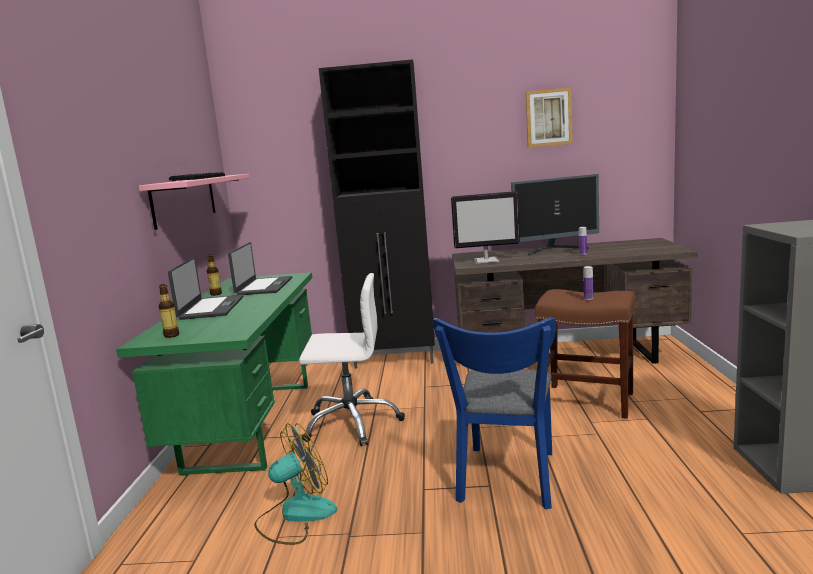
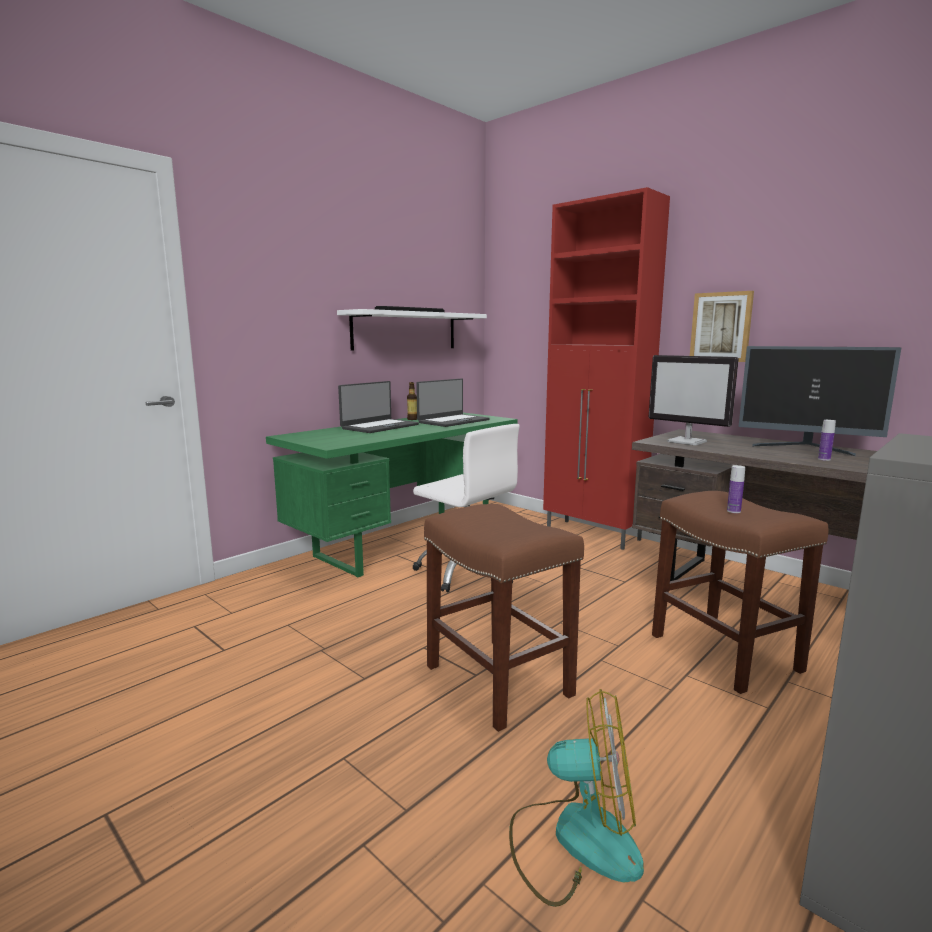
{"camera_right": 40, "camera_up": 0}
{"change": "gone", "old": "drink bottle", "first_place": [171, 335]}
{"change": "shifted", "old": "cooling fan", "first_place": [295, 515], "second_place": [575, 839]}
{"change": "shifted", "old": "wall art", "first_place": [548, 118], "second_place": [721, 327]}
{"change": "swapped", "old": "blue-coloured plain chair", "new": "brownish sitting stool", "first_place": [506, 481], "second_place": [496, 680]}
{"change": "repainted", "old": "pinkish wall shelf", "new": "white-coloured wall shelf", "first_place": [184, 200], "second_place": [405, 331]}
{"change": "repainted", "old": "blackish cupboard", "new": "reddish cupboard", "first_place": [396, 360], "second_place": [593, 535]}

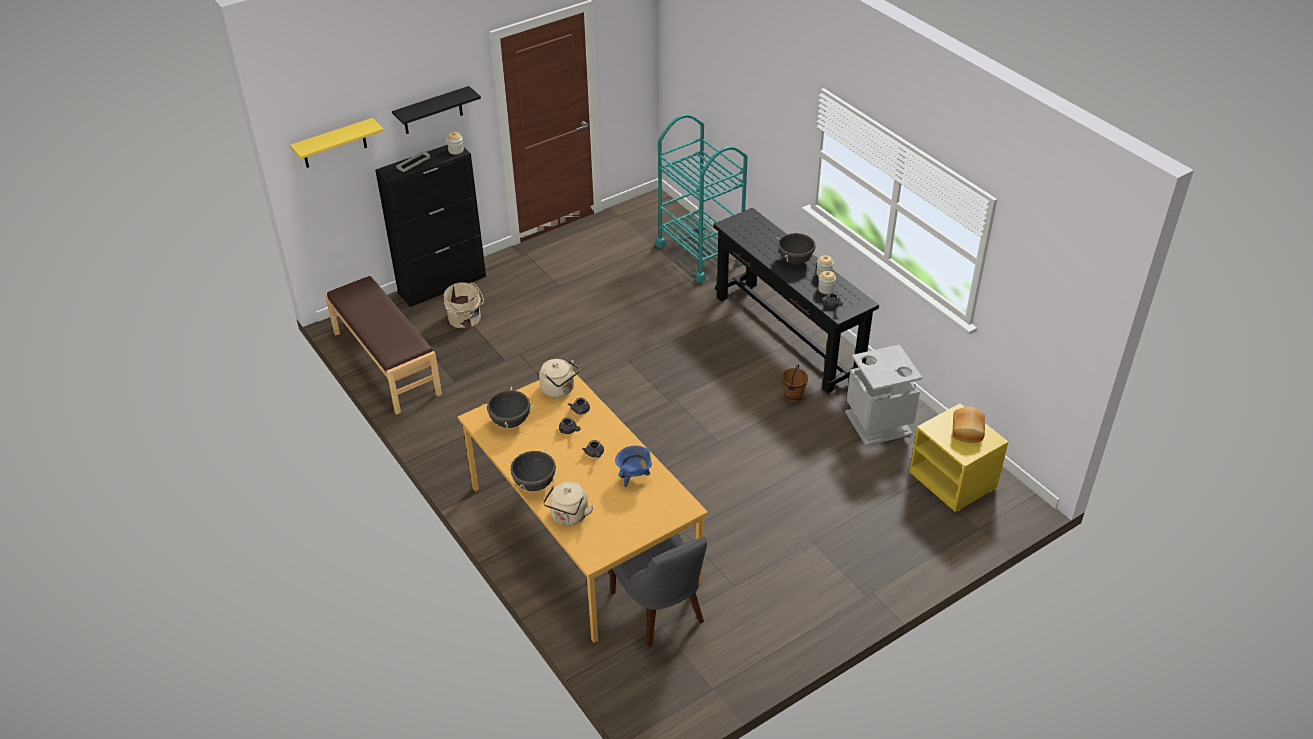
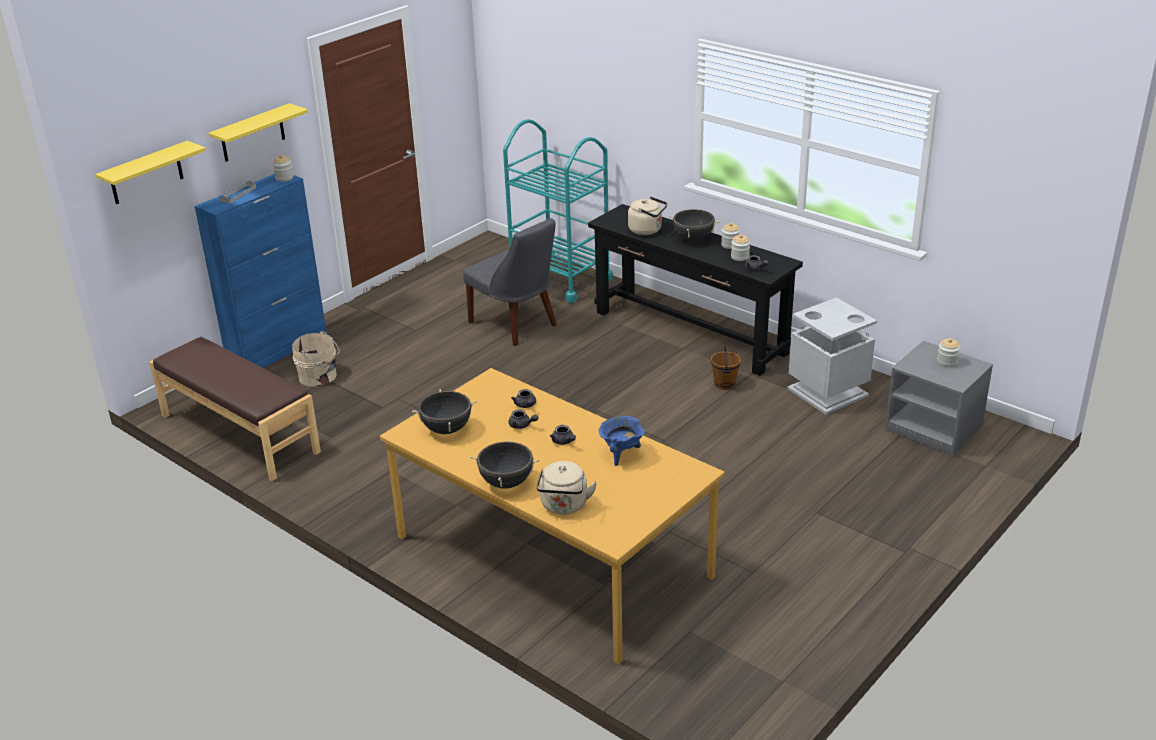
{"camera_right": -15, "camera_up": -10}
{"change": "shifted", "old": "sand-coloured water kettle", "first_place": [559, 390], "second_place": [647, 230]}
{"change": "shifted", "old": "greyish plain chair", "first_place": [659, 610], "second_place": [516, 325]}
{"change": "swapped", "old": "bakery bread", "new": "preserve jar", "first_place": [968, 431], "second_place": [947, 362]}
{"change": "repainted", "old": "blackish cupboard", "new": "blue-coloured cupboard", "first_place": [443, 284], "second_place": [278, 350]}
{"change": "repainted", "old": "blackish wall shelf", "new": "yellowish wall shelf", "first_place": [432, 111], "second_place": [252, 133]}
{"change": "repainted", "old": "yellowish night table", "new": "greyish night table", "first_place": [953, 480], "second_place": [934, 428]}

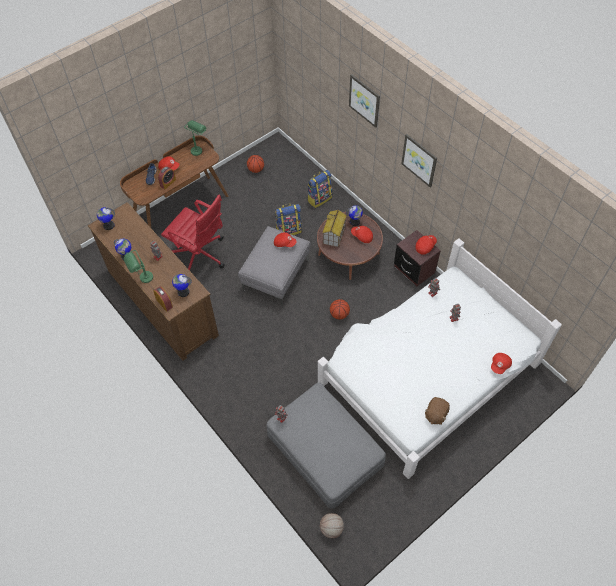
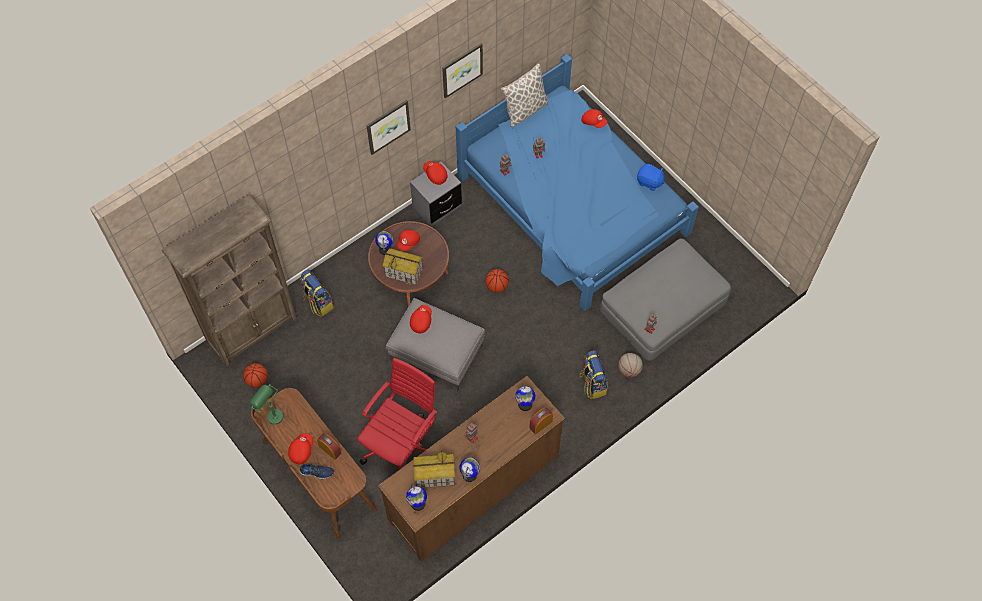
{"camera_right": -90, "camera_up": 5}
{"change": "gone", "old": "green-coloured tabletop lamp", "first_place": [142, 279]}
{"change": "new", "new": "brownish shelving unit", "second_place": [253, 330]}
{"change": "new", "new": "model house", "second_place": [434, 476]}
{"change": "new", "new": "cushion", "second_place": [525, 110]}
{"change": "shifted", "old": "rucksack", "first_place": [289, 230], "second_place": [592, 384]}
{"change": "shifted", "old": "basketball ball", "first_place": [331, 529], "second_place": [629, 370]}
{"change": "shifted", "old": "wall art", "first_place": [364, 100], "second_place": [462, 69]}
{"change": "repainted", "old": "white-coloured bedroom bed", "new": "blue-coloured bedroom bed", "first_place": [427, 373], "second_place": [573, 206]}
{"change": "repainted", "old": "brownish night table", "new": "greyish night table", "first_place": [414, 269], "second_place": [437, 206]}
{"change": "repainted", "old": "brownish soft toy", "new": "blue-coloured soft toy", "first_place": [435, 414], "second_place": [649, 182]}

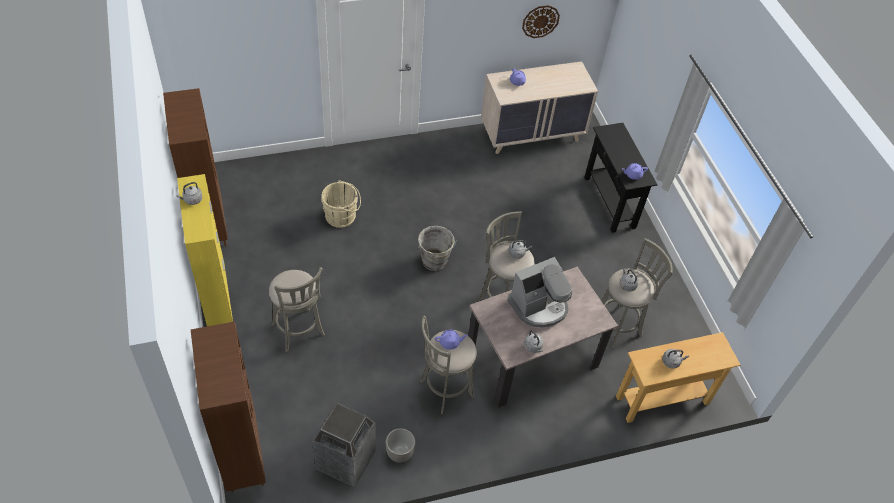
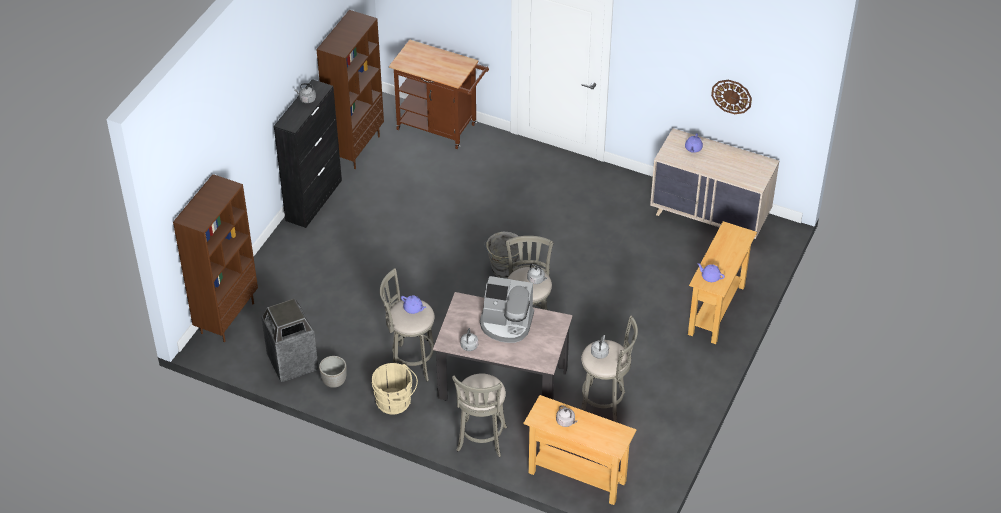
{"camera_right": 45, "camera_up": -5}
{"change": "new", "new": "brownish cart", "second_place": [441, 128]}
{"change": "shifted", "old": "greyish sitting stool", "first_place": [299, 332], "second_place": [481, 441]}
{"change": "shifted", "old": "sand-coloured bucket", "first_place": [342, 216], "second_place": [395, 402]}
{"change": "repainted", "old": "yellowish cupboard", "new": "blackish cupboard", "first_place": [216, 295], "second_place": [314, 200]}
{"change": "repainted", "old": "blackish hall table", "new": "sand-coloured hall table", "first_place": [609, 202], "second_place": [716, 310]}

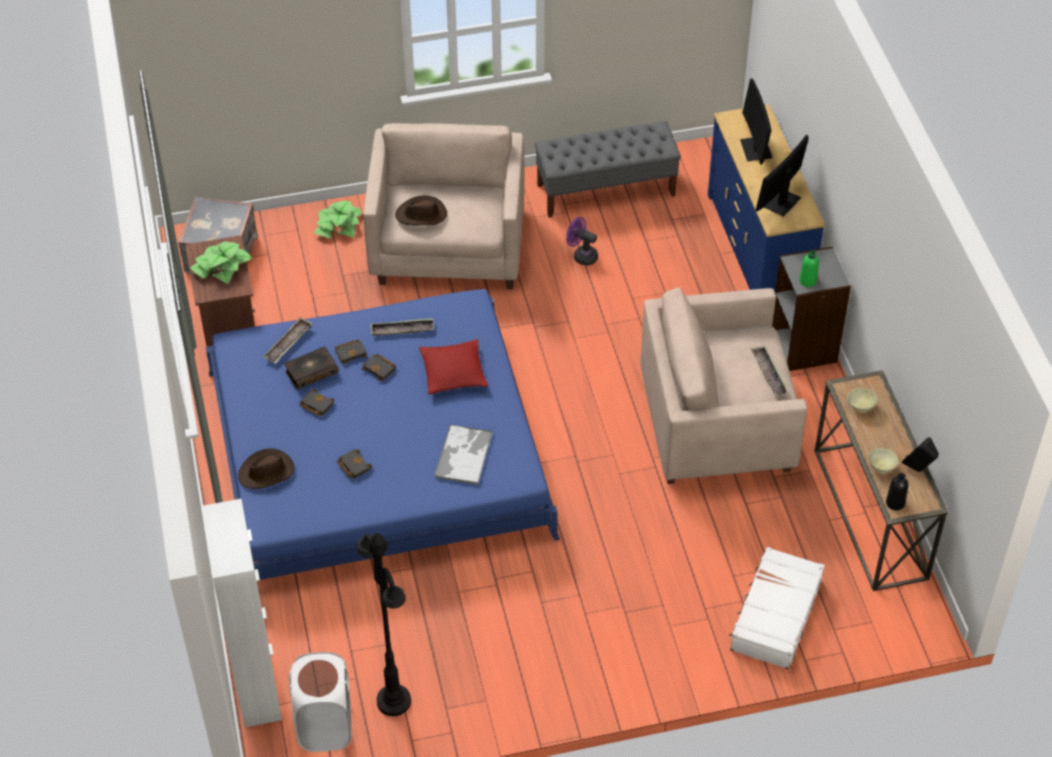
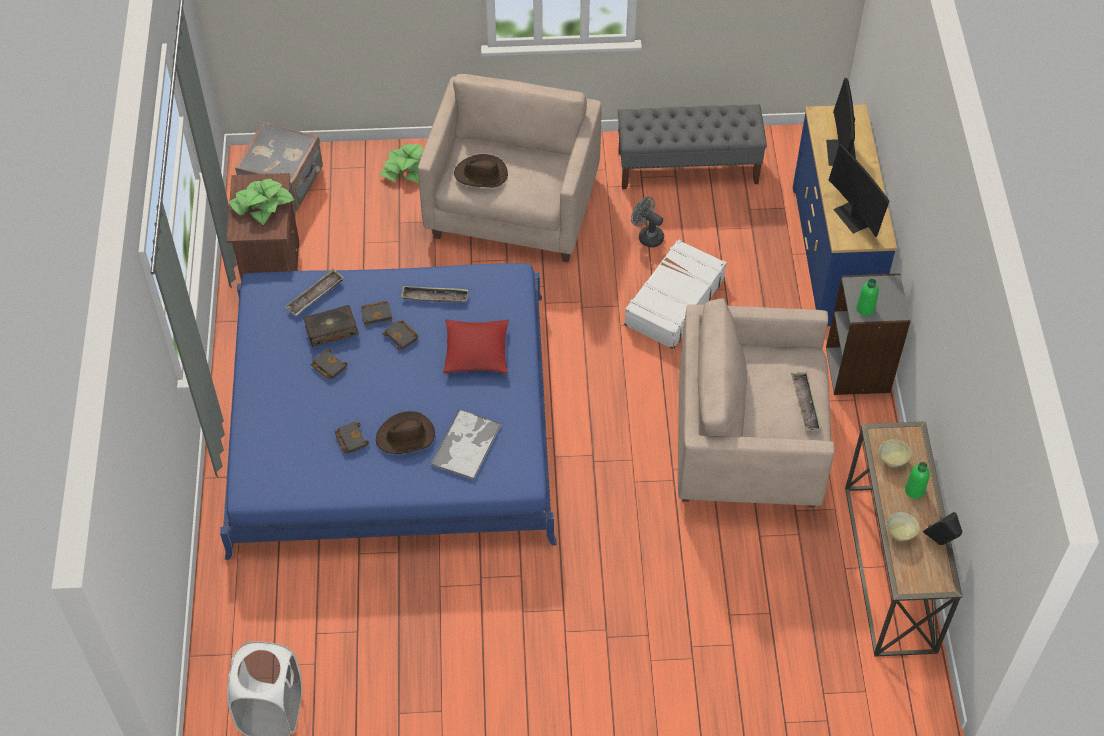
{"camera_right": 10, "camera_up": 5}
{"change": "gone", "old": "white-coloured cupboard", "first_place": [257, 688]}
{"change": "gone", "old": "blackish standard lamp", "first_place": [394, 701]}
{"change": "gone", "old": "blackish drink bottle", "first_place": [895, 503]}
{"change": "new", "new": "green-coloured drink bottle", "second_place": [914, 490]}
{"change": "shifted", "old": "brownish hat", "first_place": [267, 472], "second_place": [406, 436]}
{"change": "shifted", "old": "white-coloured travel case", "first_place": [775, 615], "second_place": [673, 302]}
{"change": "repainted", "old": "purple cooling fan", "new": "greyish cooling fan", "first_place": [582, 256], "second_place": [647, 236]}
{"change": "rotated", "old": "computer screen", "first_place": [781, 203], "second_place": [854, 217], "degrees": -75}

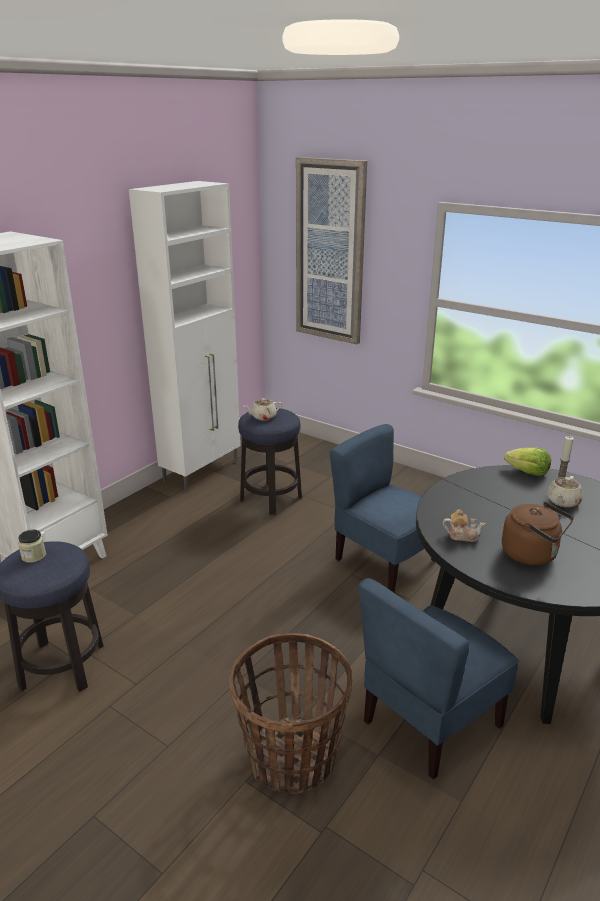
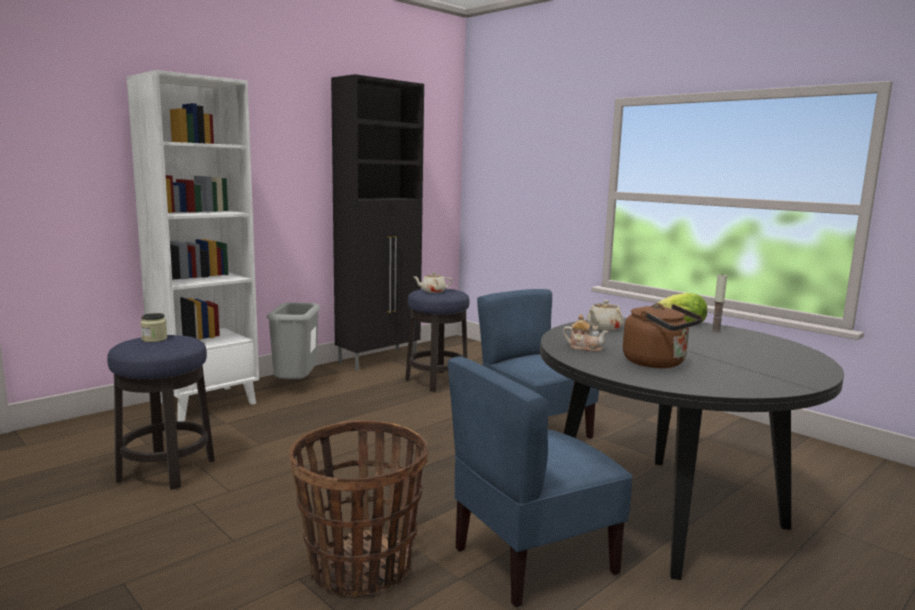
{"camera_right": 10, "camera_up": -15}
{"change": "gone", "old": "wall art", "first_place": [330, 252]}
{"change": "new", "new": "greyish trash can", "second_place": [295, 386]}
{"change": "shifted", "old": "sand-coloured pot for tea", "first_place": [563, 501], "second_place": [603, 328]}
{"change": "repainted", "old": "white-coloured cupboard", "new": "blackish cupboard", "first_place": [202, 471], "second_place": [379, 359]}

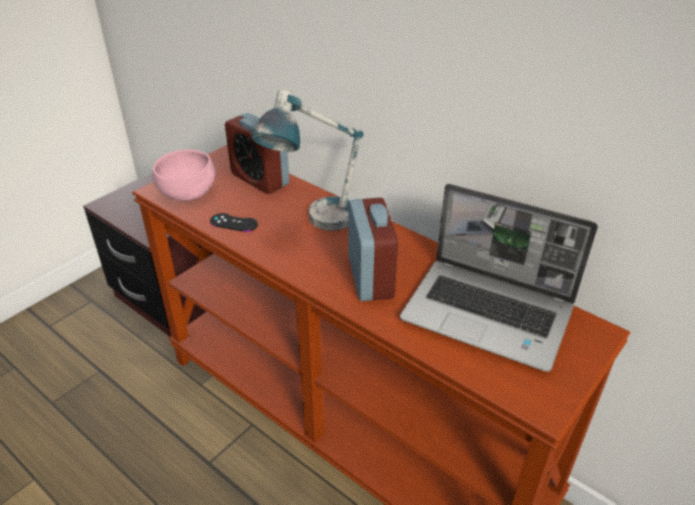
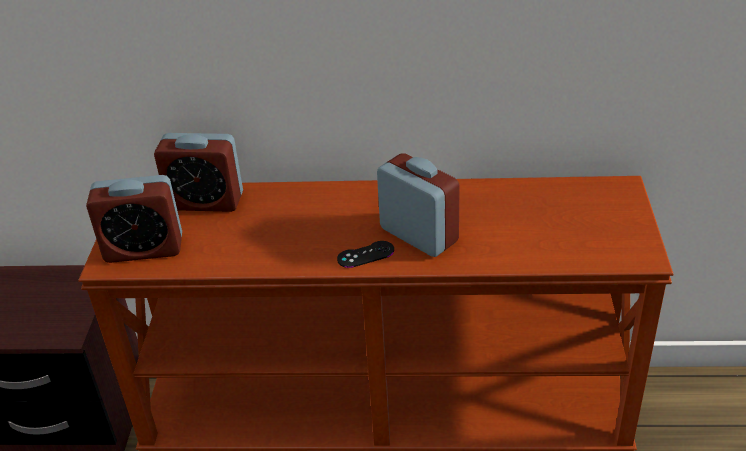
{"camera_right": -35, "camera_up": 0}
{"change": "gone", "old": "tabletop lamp", "first_place": [315, 224]}
{"change": "gone", "old": "portable computer", "first_place": [490, 314]}
{"change": "shifted", "old": "blackish game controller", "first_place": [234, 223], "second_place": [365, 254]}
{"change": "swapped", "old": "pinkish deep dish", "new": "alarm clock", "first_place": [187, 191], "second_place": [144, 249]}

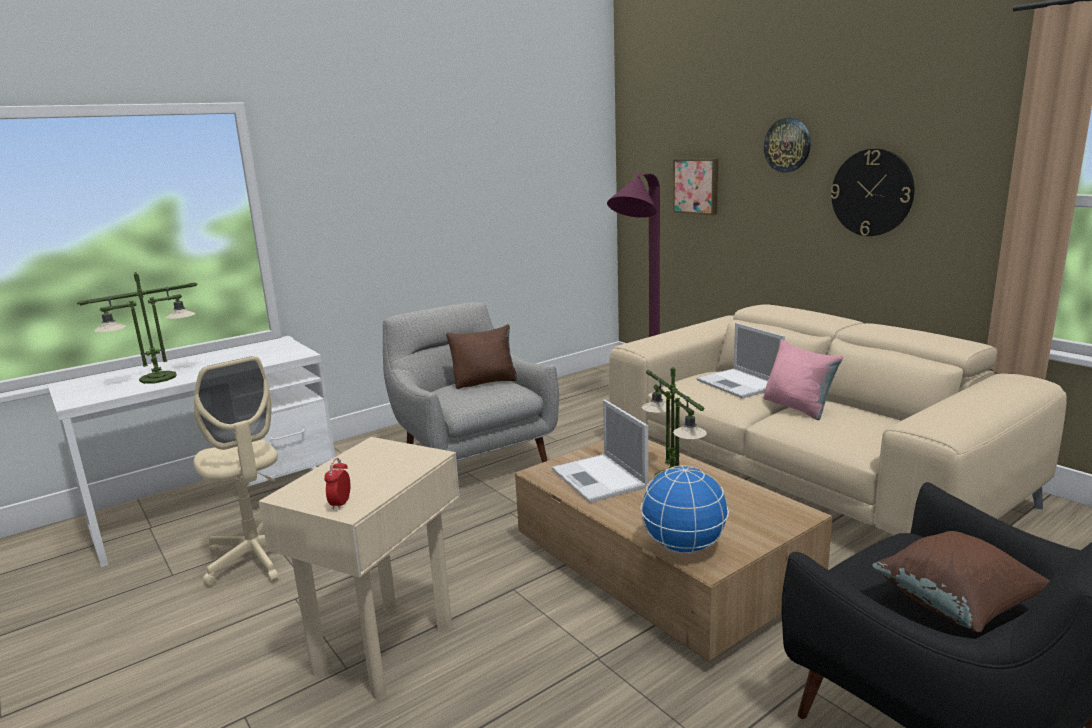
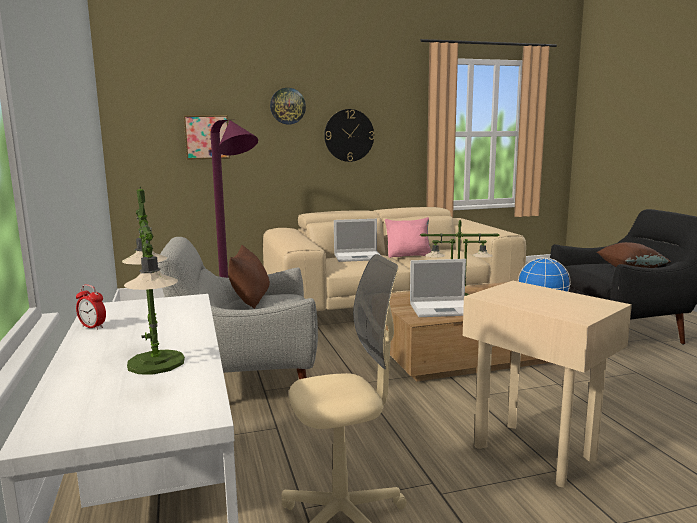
{"camera_right": -70, "camera_up": -5}
{"change": "shifted", "old": "alarm clock", "first_place": [340, 504], "second_place": [92, 327]}

